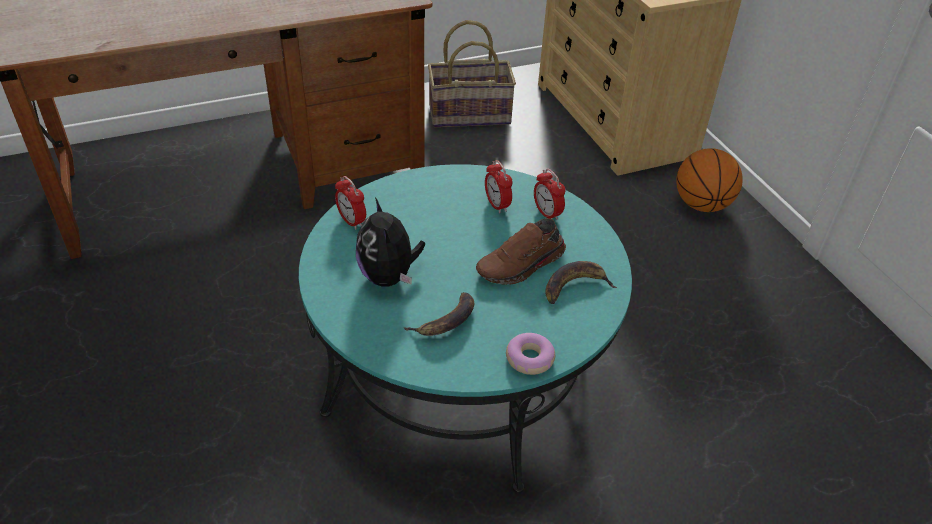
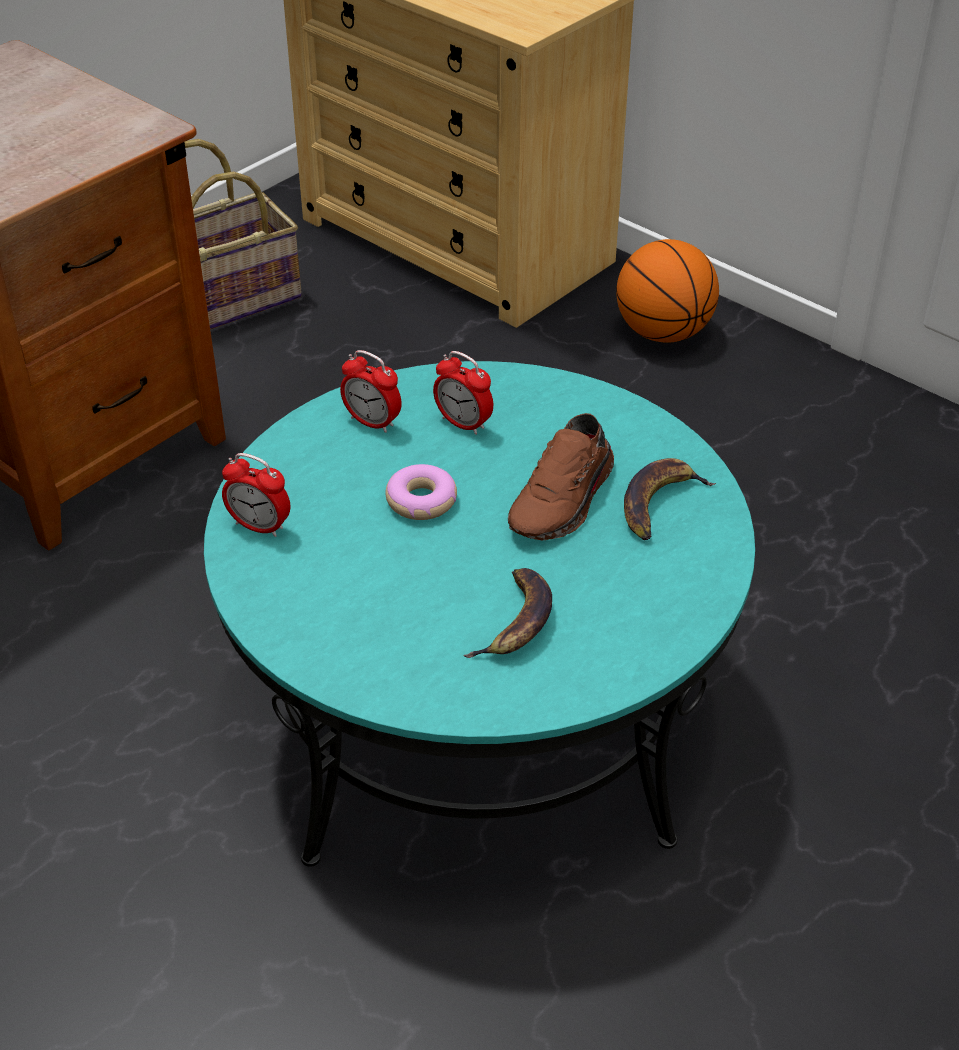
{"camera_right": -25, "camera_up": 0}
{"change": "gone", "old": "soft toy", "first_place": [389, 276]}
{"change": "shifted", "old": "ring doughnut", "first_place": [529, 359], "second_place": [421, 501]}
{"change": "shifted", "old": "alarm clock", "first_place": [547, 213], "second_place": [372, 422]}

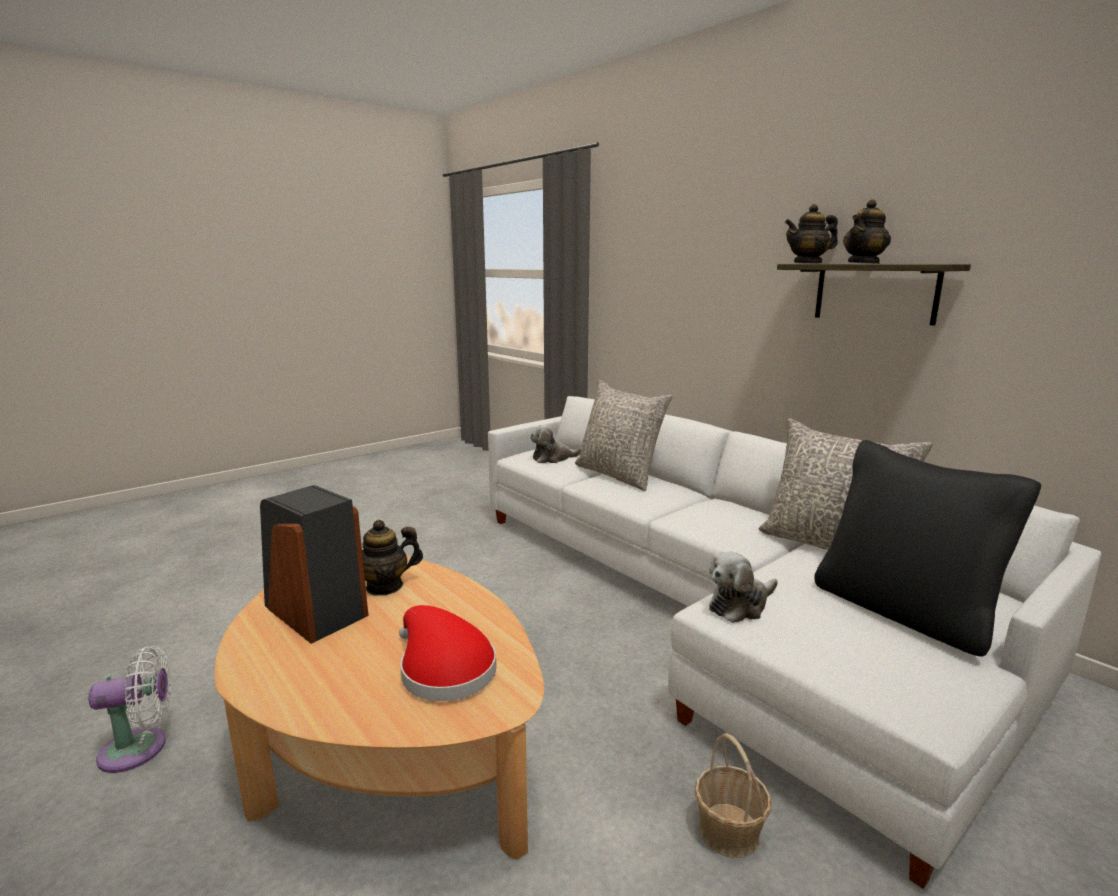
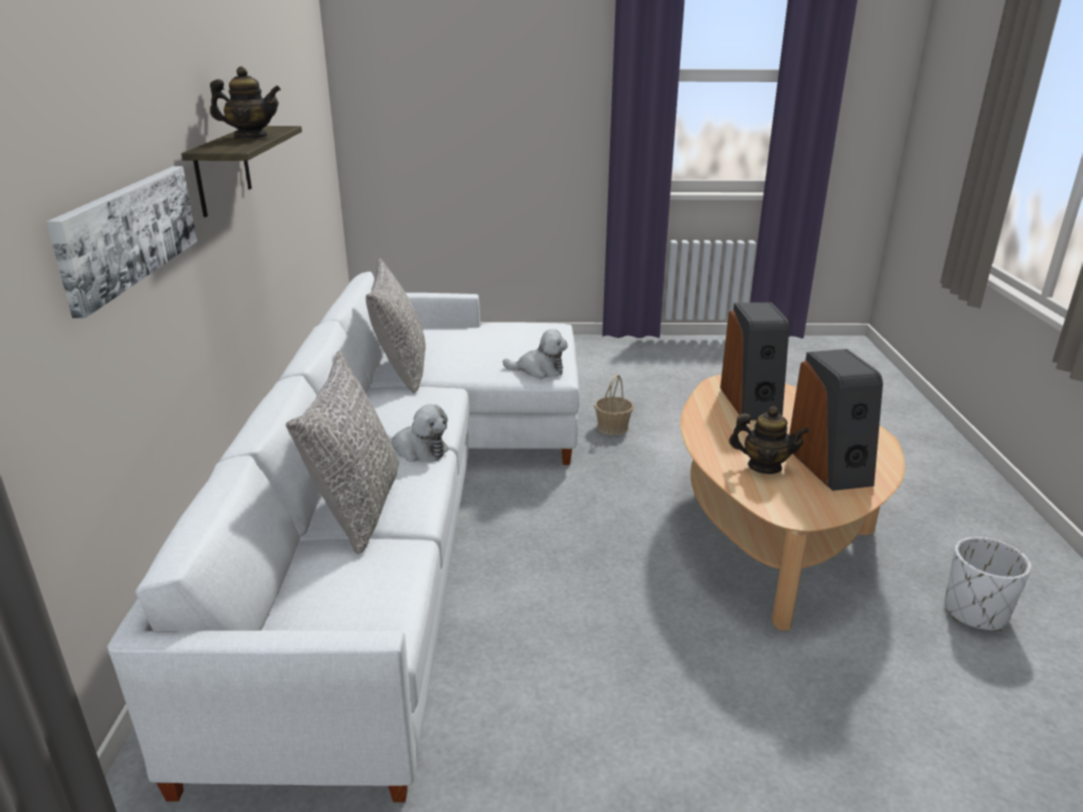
{"camera_right": -140, "camera_up": 10}
{"change": "gone", "old": "pot for tea", "first_place": [808, 263]}
{"change": "gone", "old": "blackish cushion", "first_place": [903, 611]}
{"change": "new", "new": "wall art", "second_place": [127, 233]}
{"change": "shifted", "old": "soft toy", "first_place": [553, 458], "second_place": [417, 451]}
{"change": "swapped", "old": "white-coloured cooling fan", "new": "white-coloured flower pot", "first_place": [140, 748], "second_place": [975, 612]}
{"change": "swapped", "old": "reddish hat", "new": "speaker", "first_place": [443, 669], "second_place": [751, 402]}

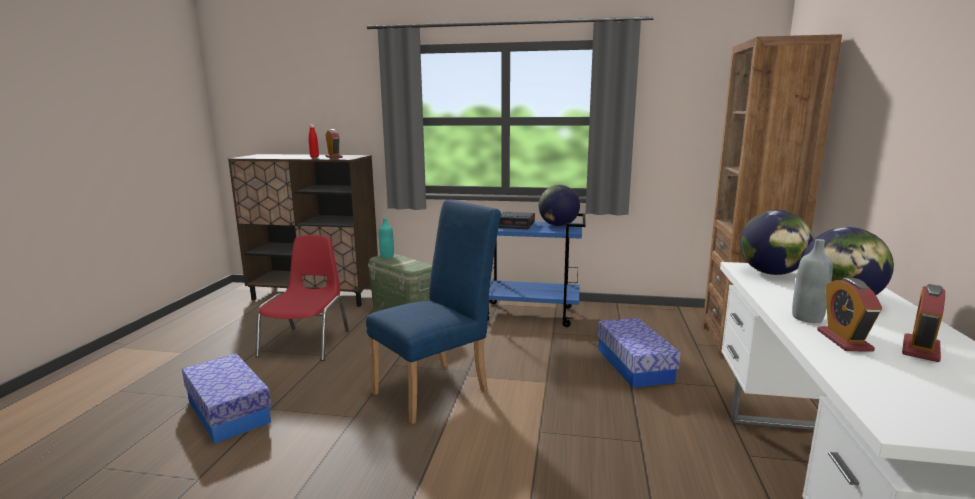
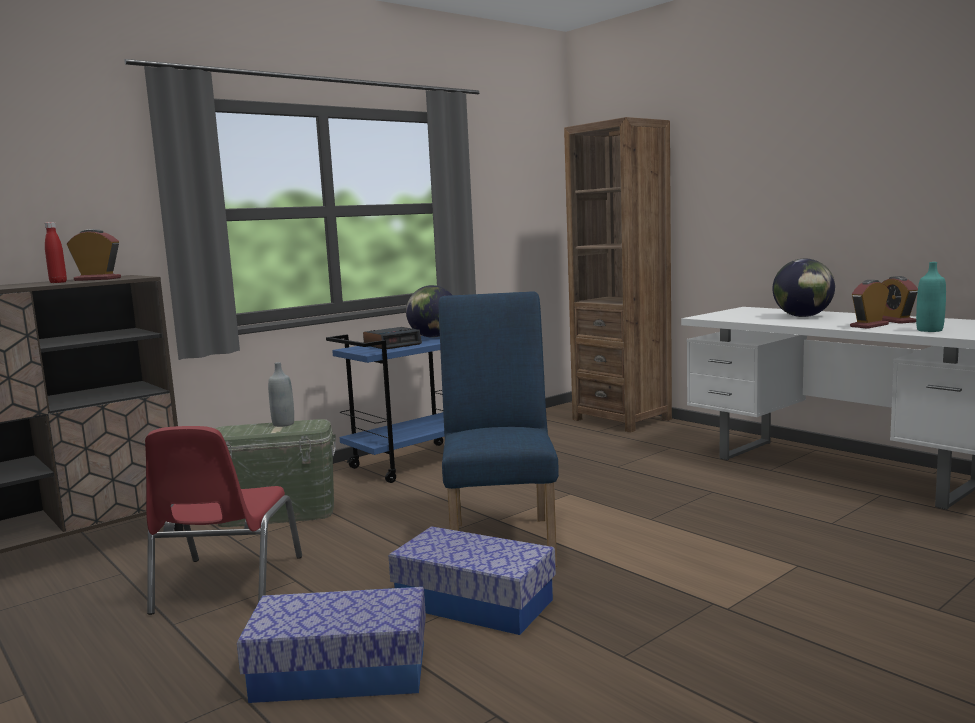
{"camera_right": -50, "camera_up": -5}
{"change": "gone", "old": "globe", "first_place": [771, 273]}
{"change": "shifted", "old": "blue-green drink bottle", "first_place": [387, 256], "second_place": [929, 330]}
{"change": "shifted", "old": "storage box", "first_place": [634, 365], "second_place": [474, 603]}
{"change": "shifted", "old": "greyish drink bottle", "first_place": [807, 318], "second_place": [283, 424]}
{"change": "rotated", "old": "reddish plain chair", "first_place": [307, 343], "second_place": [226, 585], "degrees": -135}
{"change": "rotated", "old": "alarm clock", "first_place": [844, 340], "second_place": [869, 325], "degrees": 105}

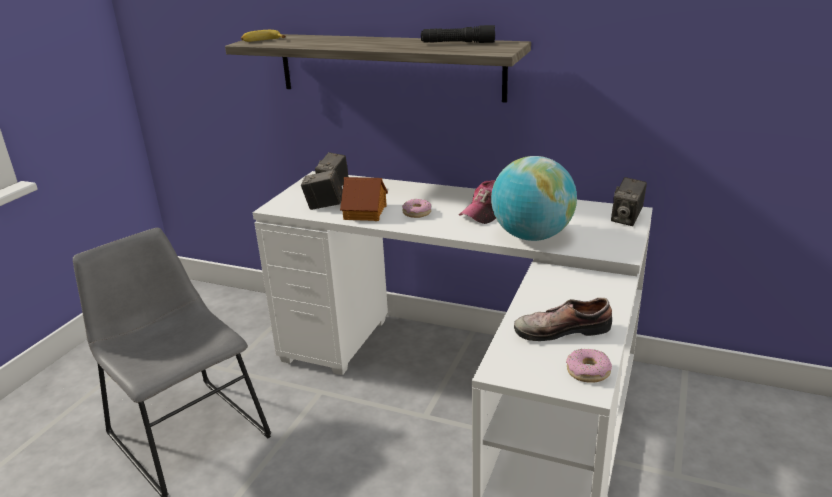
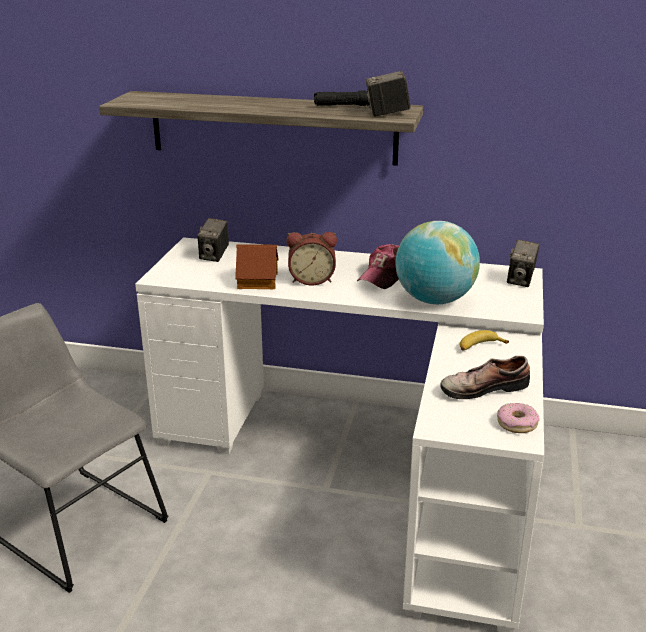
{"camera_right": -10, "camera_up": 0}
{"change": "shifted", "old": "banana", "first_place": [262, 41], "second_place": [479, 347]}
{"change": "shifted", "old": "still camera", "first_place": [324, 206], "second_place": [387, 114]}
{"change": "swapped", "old": "ring doughnut", "new": "alarm clock", "first_place": [417, 213], "second_place": [312, 279]}

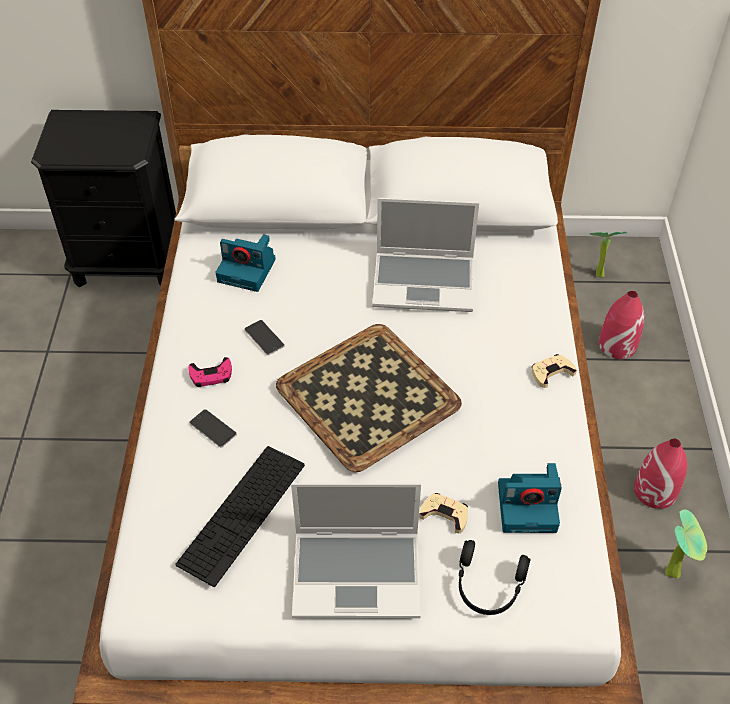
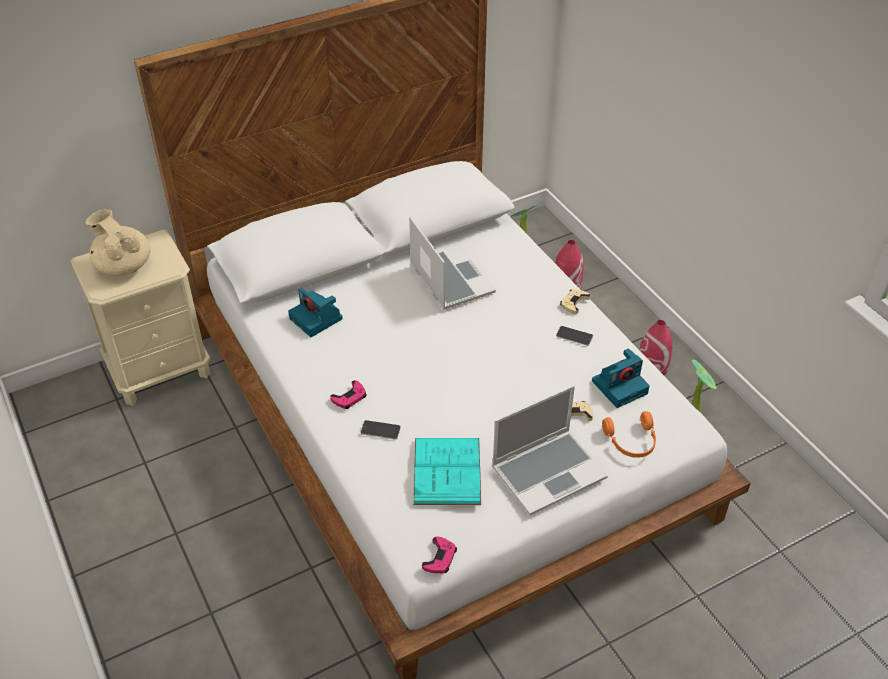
{"camera_right": -30, "camera_up": -5}
{"change": "gone", "old": "serving tray", "first_place": [367, 397]}
{"change": "new", "new": "sand-coloured pot for tea", "second_place": [123, 266]}
{"change": "new", "new": "pinkish game controller", "second_place": [440, 558]}
{"change": "shifted", "old": "phone", "first_place": [264, 337], "second_place": [574, 336]}
{"change": "swapped", "old": "keyboard", "new": "blue-green volume", "first_place": [242, 513], "second_place": [447, 471]}
{"change": "repainted", "old": "blackish night table", "new": "sand-coloured night table", "first_place": [128, 262], "second_place": [160, 370]}
{"change": "repainted", "old": "blackish headphones", "new": "orange headphones", "first_place": [488, 586], "second_place": [631, 442]}
{"change": "rotated", "old": "still camera", "first_place": [248, 270], "second_place": [317, 319], "degrees": 60}
{"change": "rotated", "old": "portable computer", "first_place": [425, 282], "second_place": [450, 279], "degrees": -90}

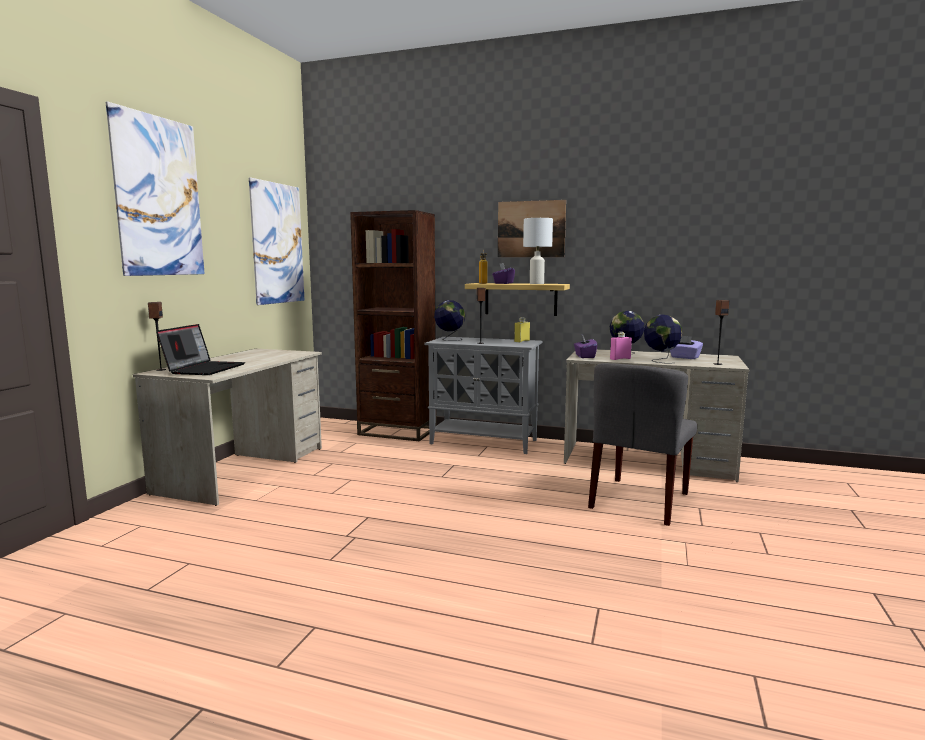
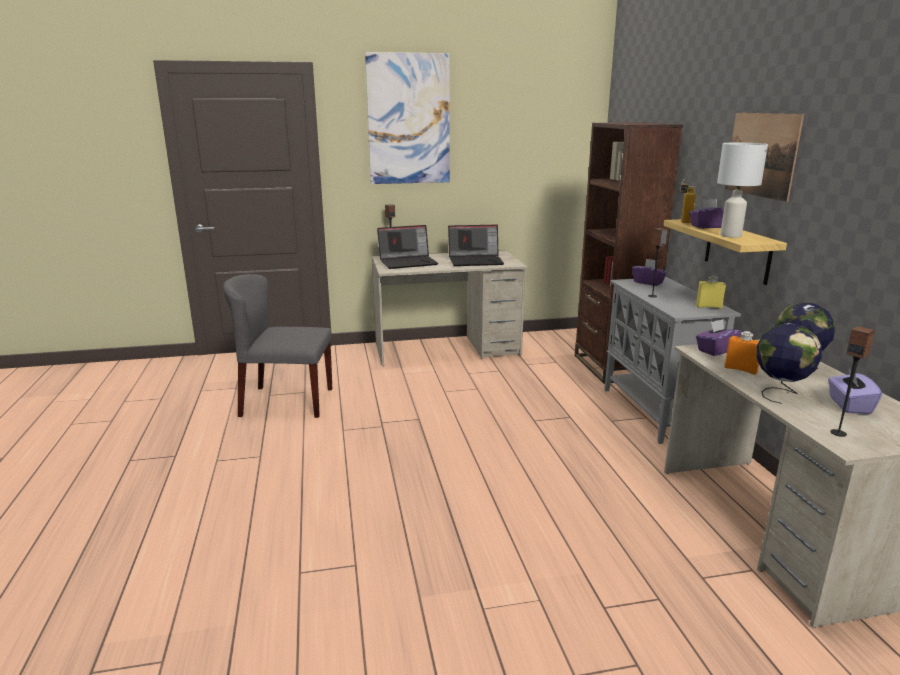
{"camera_right": 60, "camera_up": 10}
{"change": "gone", "old": "wall art", "first_place": [277, 243]}
{"change": "new", "new": "portable computer", "second_place": [476, 261]}
{"change": "shifted", "old": "greyish plain chair", "first_place": [640, 501], "second_place": [286, 402]}
{"change": "swapped", "old": "globe", "new": "purple tissue box", "first_place": [449, 339], "second_place": [648, 282]}
{"change": "repainted", "old": "pinkish drink bottle", "new": "orange drink bottle", "first_place": [620, 359], "second_place": [740, 369]}

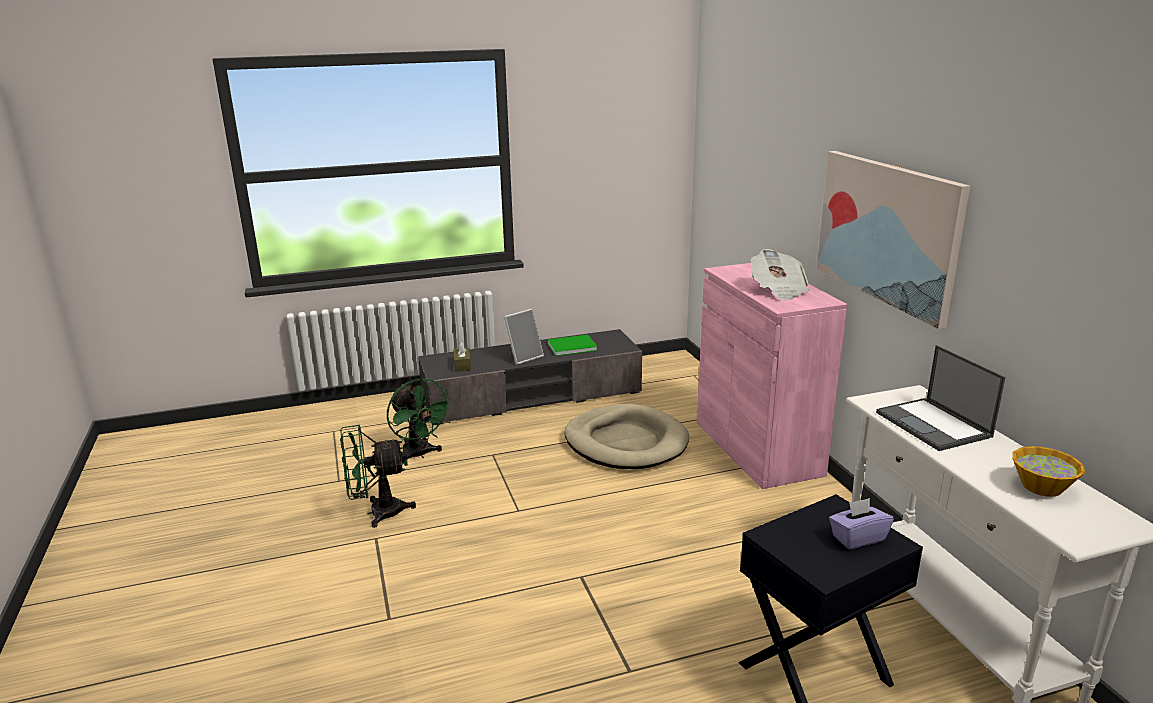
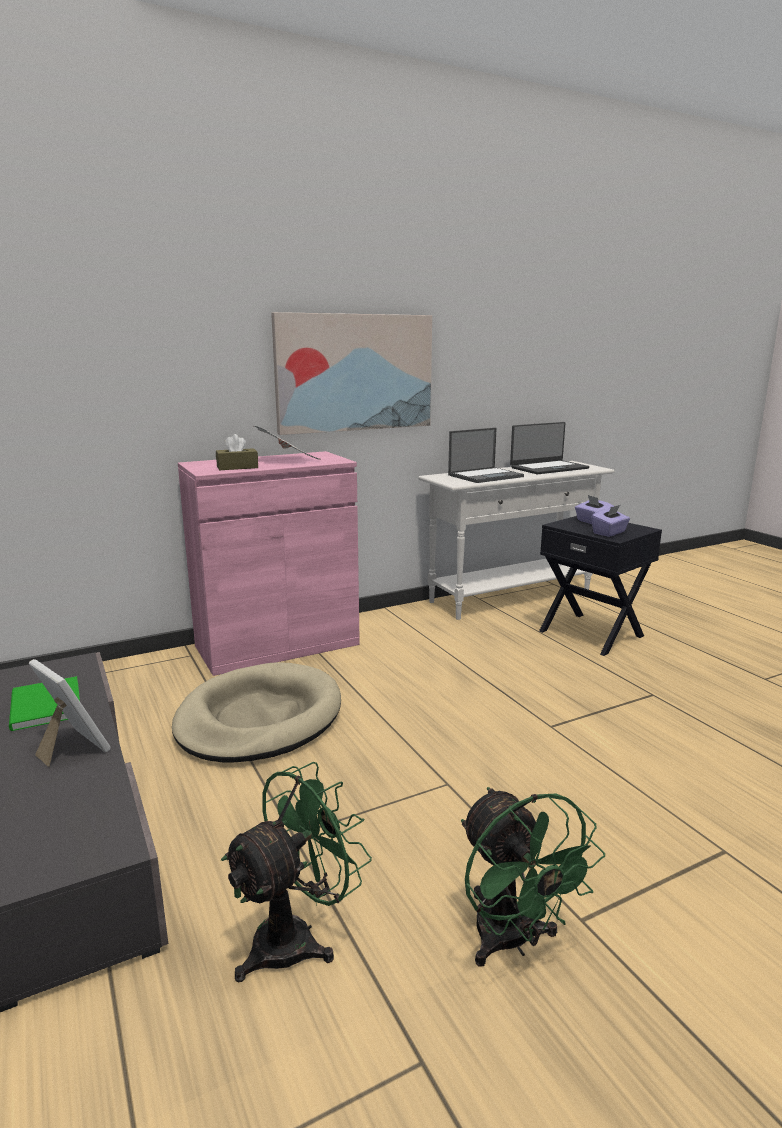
{"camera_right": -100, "camera_up": -5}
{"change": "new", "new": "purple tissue box", "second_place": [609, 533]}
{"change": "shifted", "old": "brownish tissue box", "first_place": [462, 365], "second_place": [237, 467]}
{"change": "swapped", "old": "deep dish", "new": "portable computer", "first_place": [1042, 487], "second_place": [548, 468]}

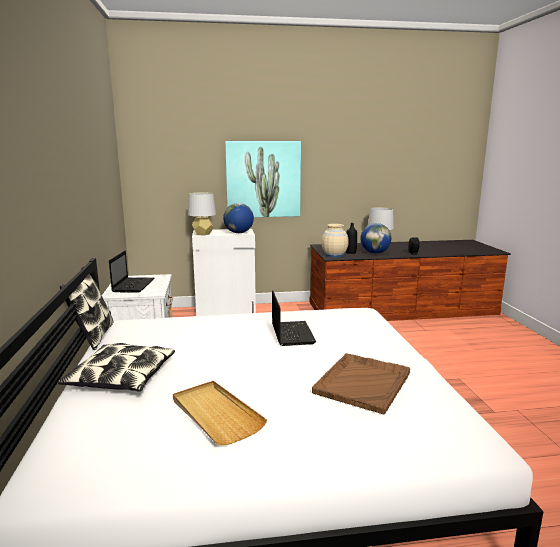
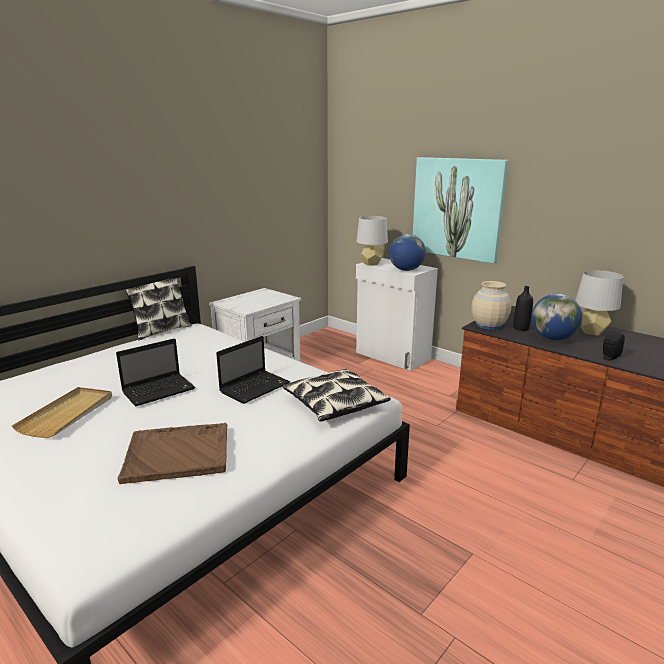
{"camera_right": 50, "camera_up": 5}
{"change": "shifted", "old": "cushion", "first_place": [121, 377], "second_place": [334, 404]}
{"change": "shifted", "old": "portable computer", "first_place": [133, 285], "second_place": [160, 390]}

